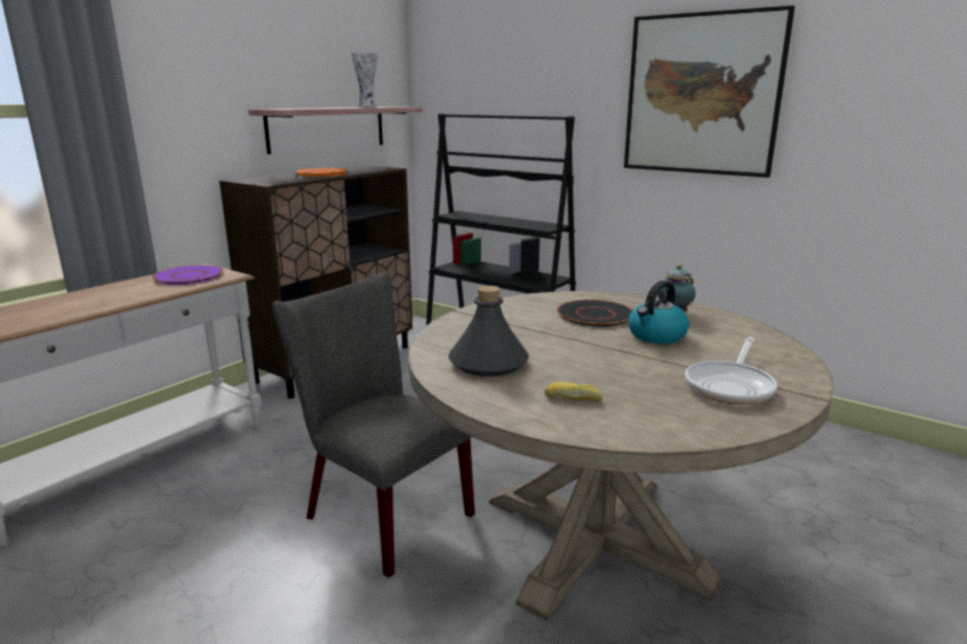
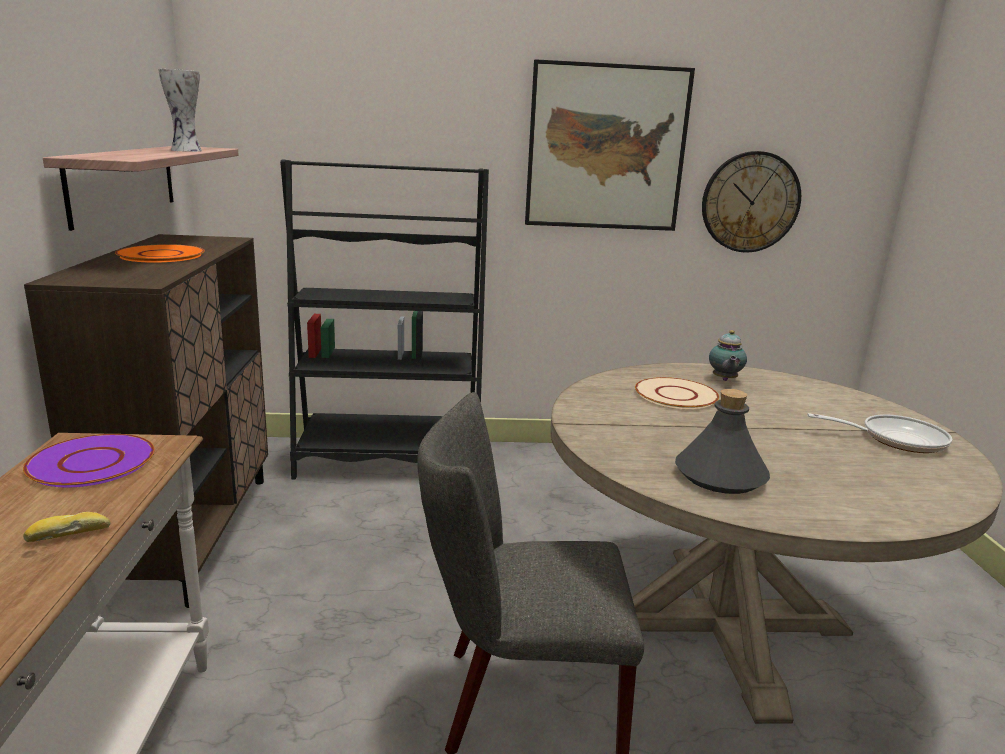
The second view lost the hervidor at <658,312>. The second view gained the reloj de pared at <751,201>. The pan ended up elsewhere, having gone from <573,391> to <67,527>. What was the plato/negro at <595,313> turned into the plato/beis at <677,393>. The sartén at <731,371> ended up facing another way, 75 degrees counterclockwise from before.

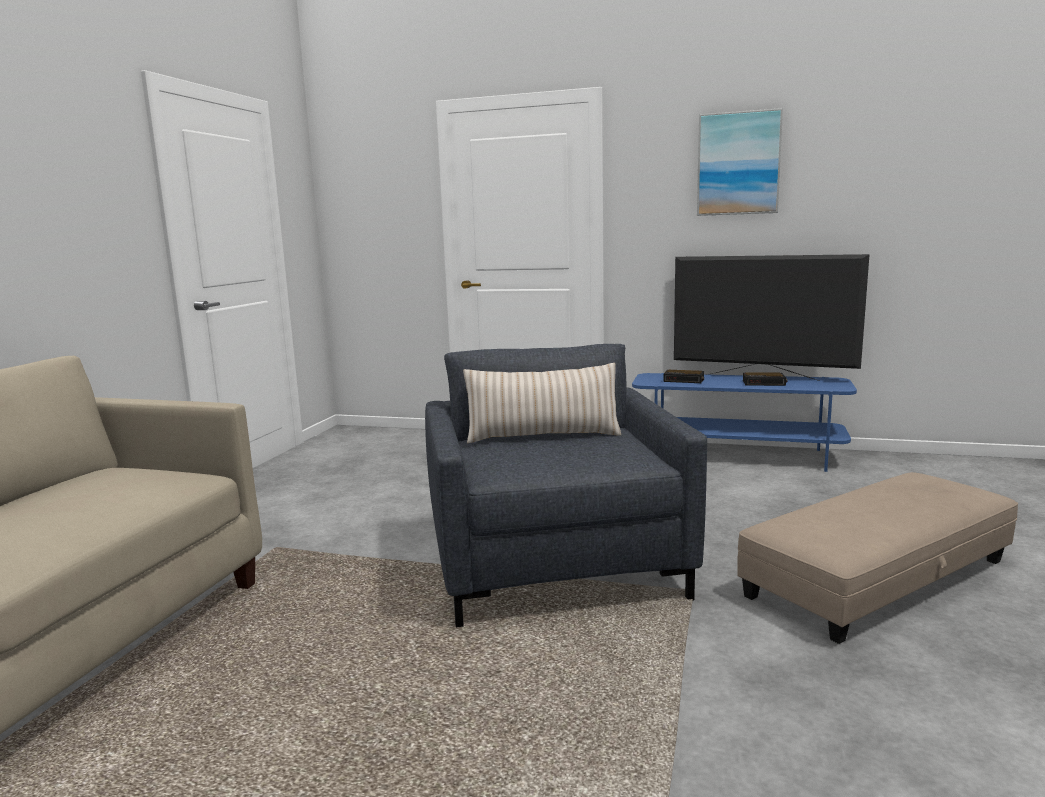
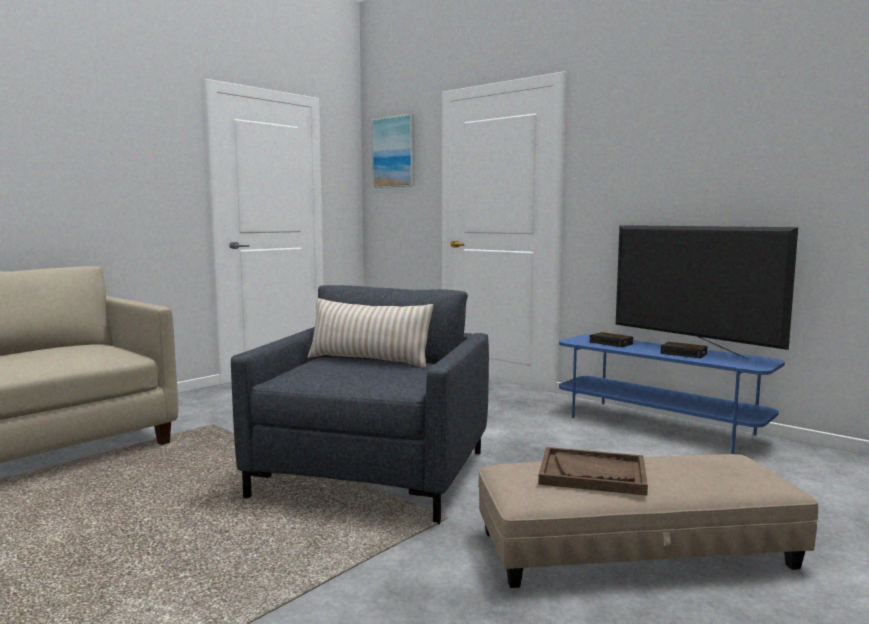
The second view gained the bandeja/marrón at <593,471>. The cuadro ended up elsewhere, having gone from <740,162> to <393,150>.

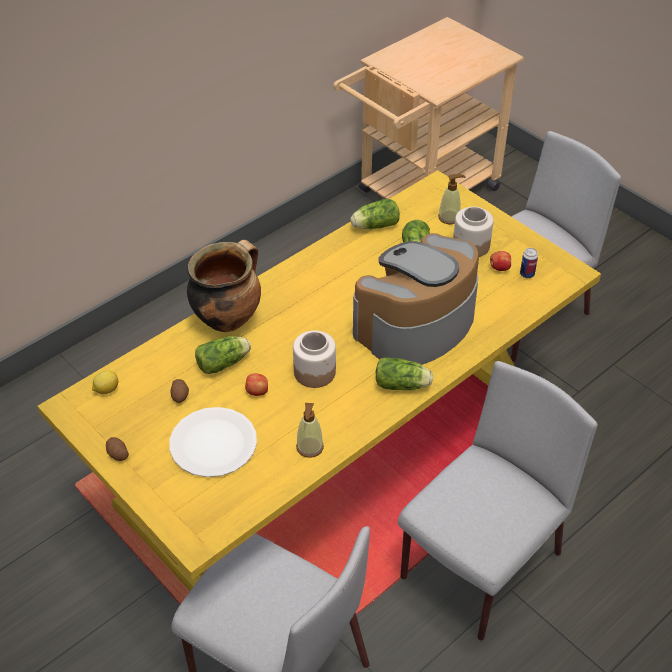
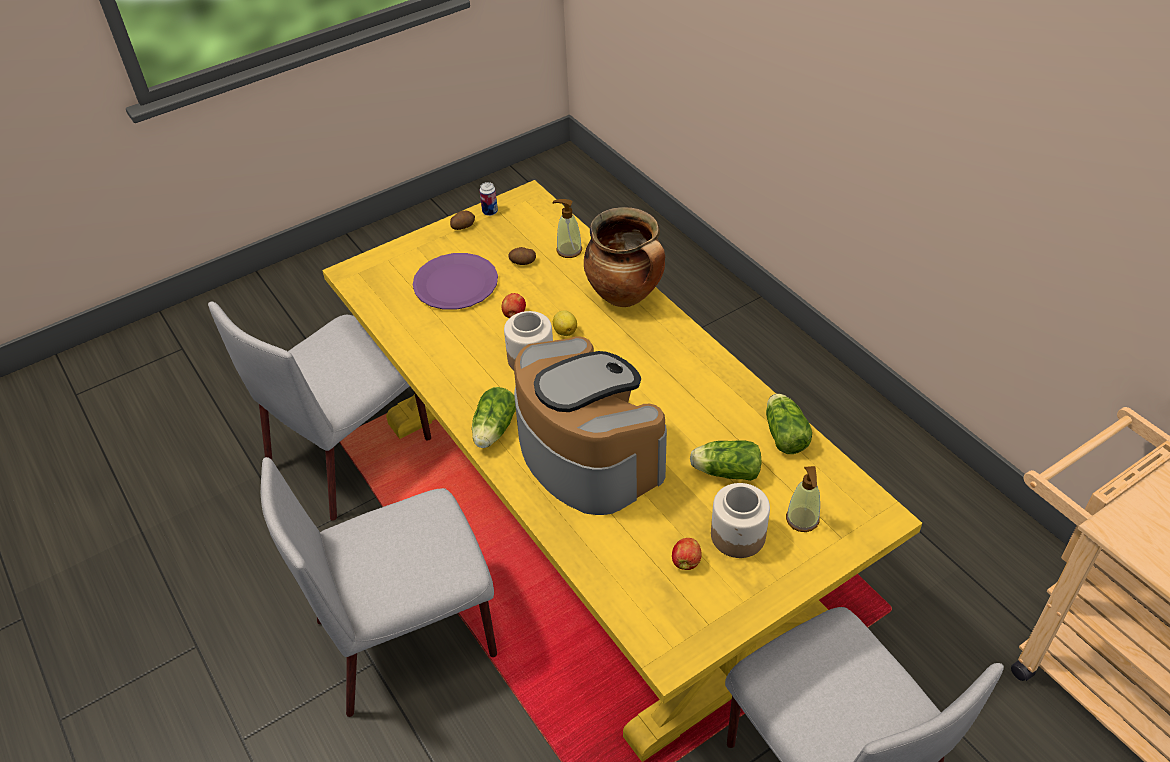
The second view lost the lechuga at <223,355>. The limón ended up elsewhere, having gone from <105,382> to <565,323>. The dispensador de jabón ended up elsewhere, having gone from <310,430> to <567,228>. The lata ended up elsewhere, having gone from <529,263> to <488,199>. What was the plato/blanco at <213,442> turned into the plato/morado at <455,281>. The silla/gris at <498,500> ended up facing another way, 105 degrees clockwise from before.

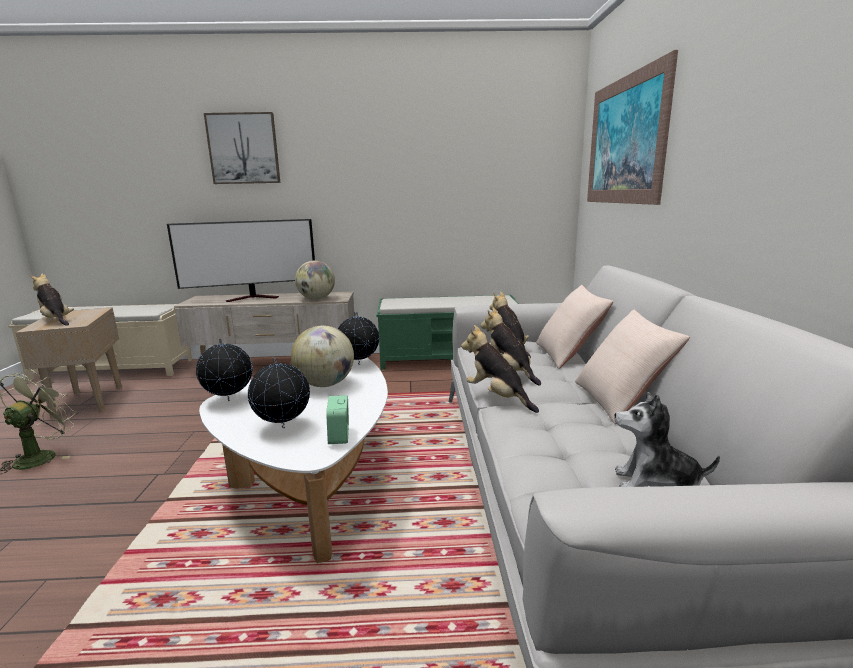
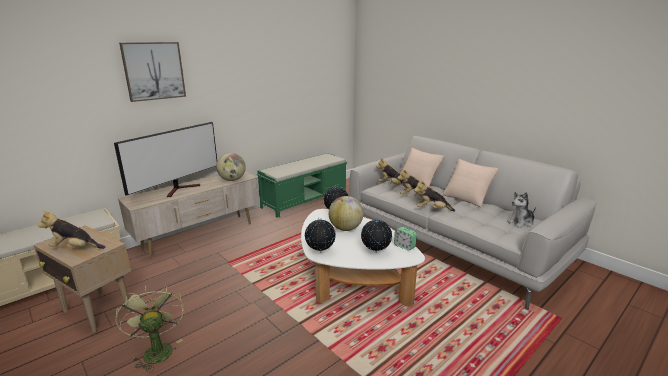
The second view lost the cuadro at <632,127>.

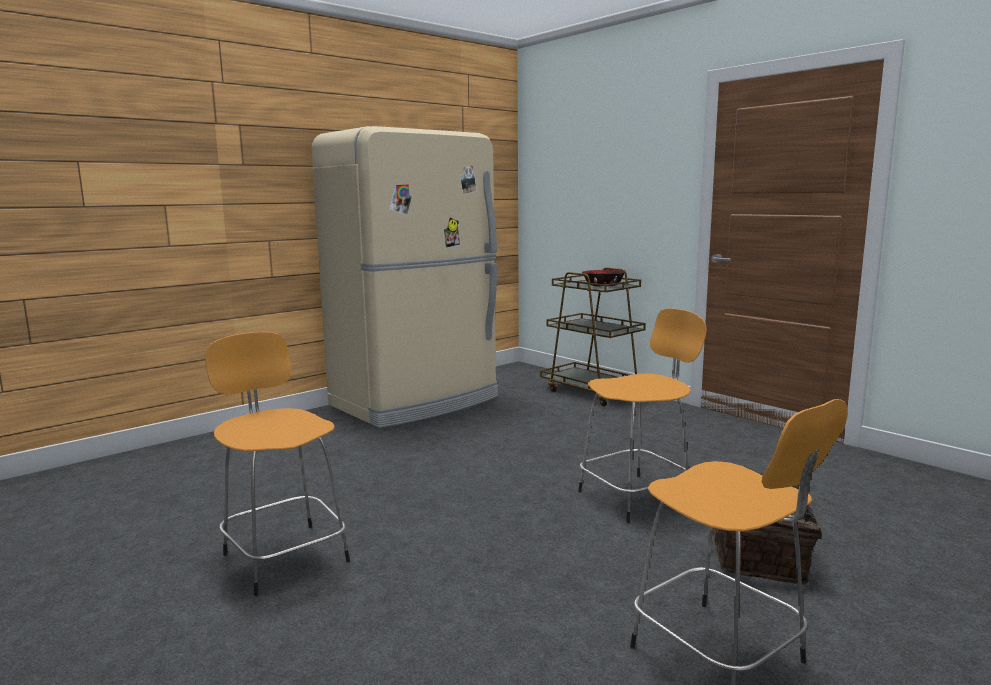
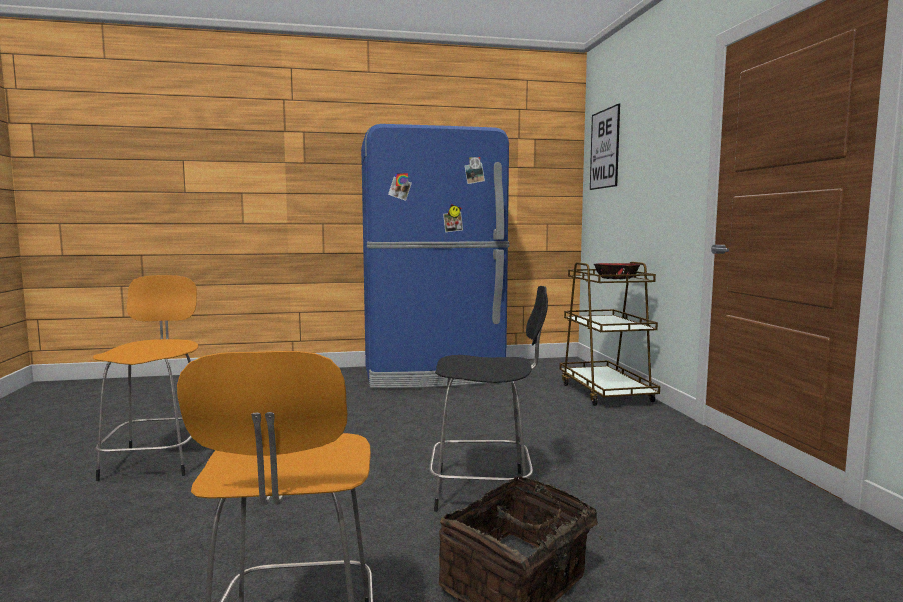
The second view gained the cuadro at <605,147>. What was the nevera/beis at <405,277> turned into the nevera/azul at <435,256>. What was the taburete/naranja at <642,415> turned into the taburete/negro at <488,399>.

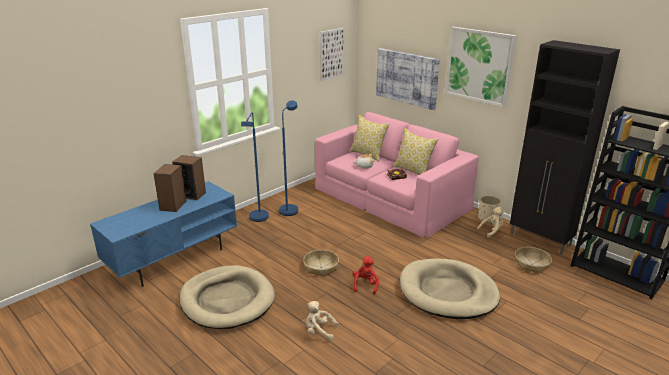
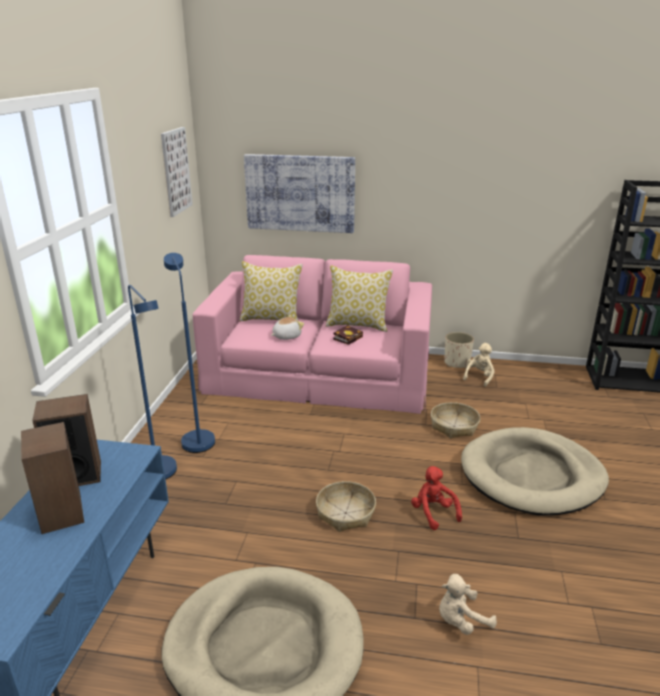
The second view lost the cuadro at <480,67>. The second view lost the armario/negro at <565,147>. The cesta ended up elsewhere, having gone from <533,260> to <455,420>.

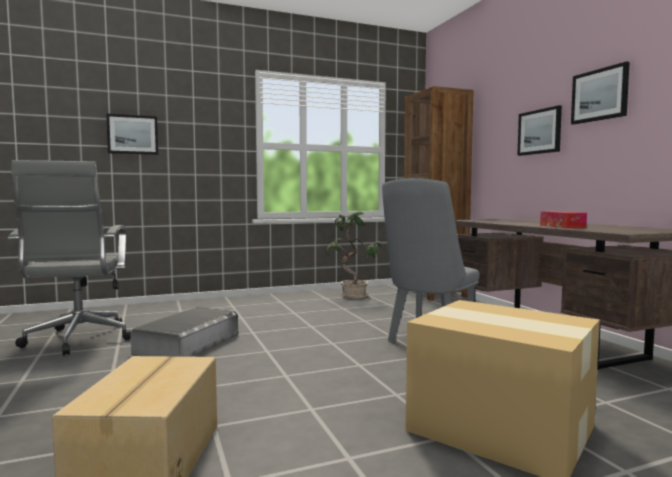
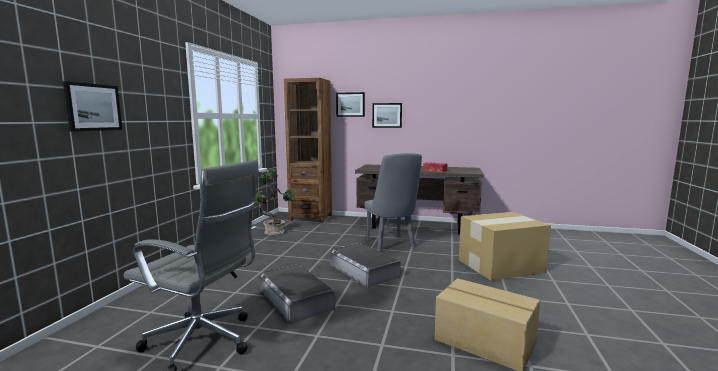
The second view gained the caja de almacenaje/gris at <365,265>. The cuadro ended up elsewhere, having gone from <600,93> to <350,104>.

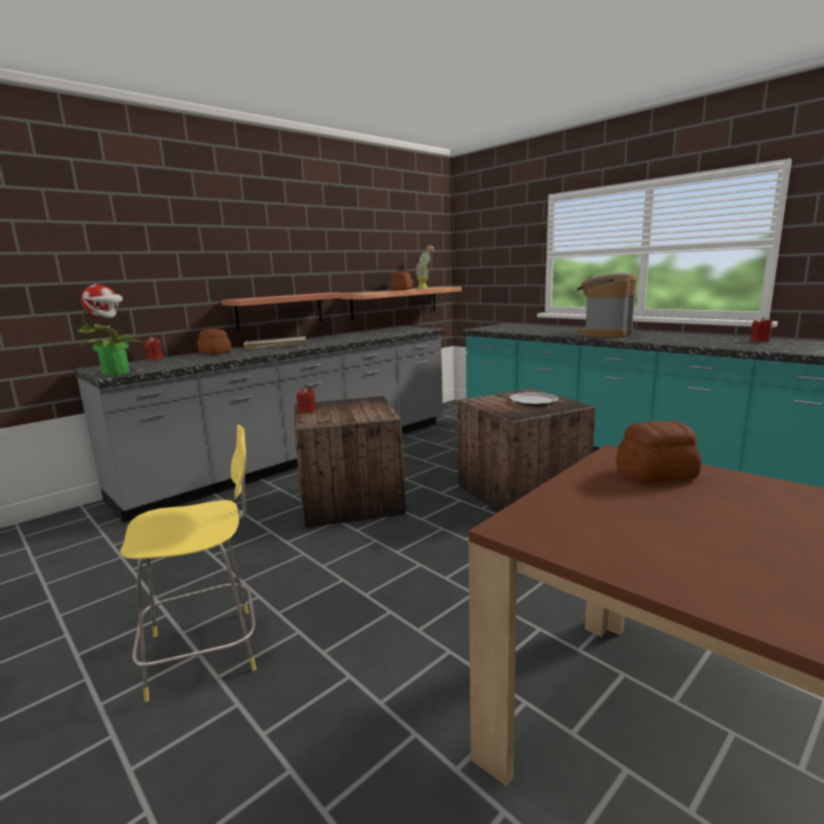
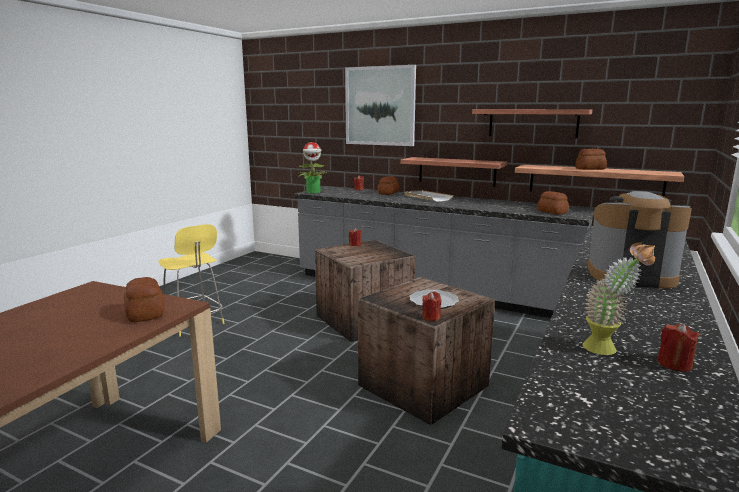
The second view gained the cuadro at <380,105>. The second view gained the vela/rojo at <431,306>. The second view gained the estante at <532,124>. The second view gained the pan at <553,203>. The planta en maceta ended up elsewhere, having gone from <424,267> to <619,298>.

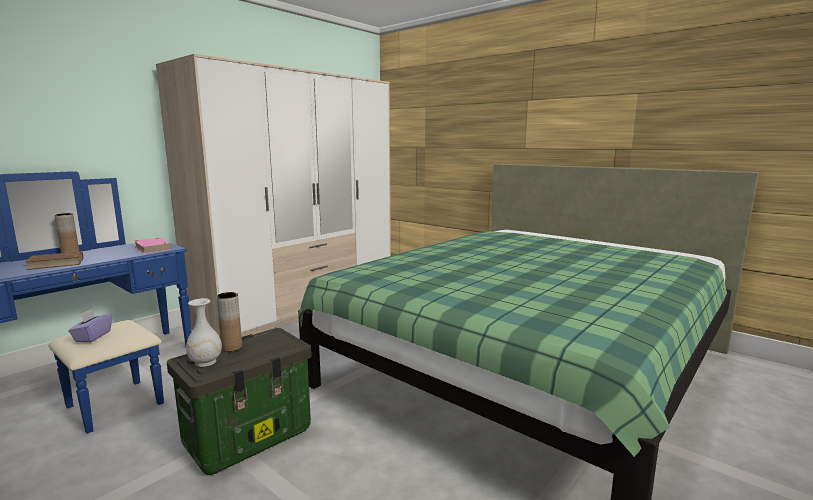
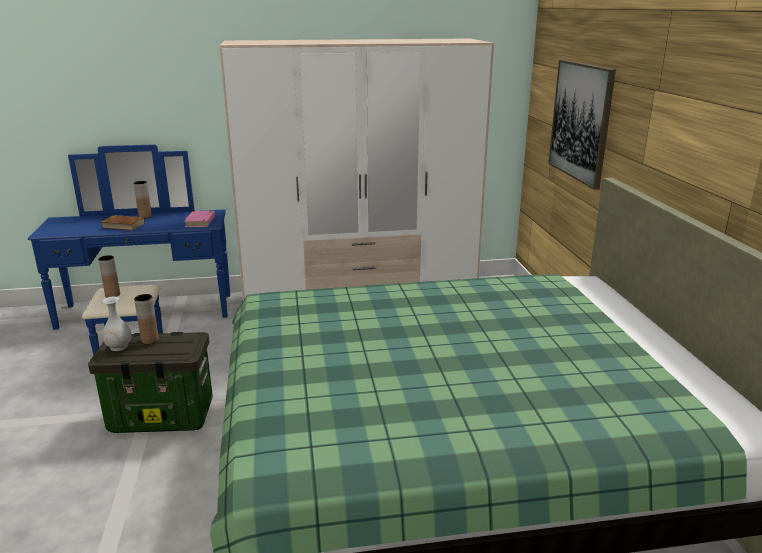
The second view gained the cuadro at <582,125>. Where the caja de pañuelos/morado stood at <90,325>, the florero/marrón came to stand at <109,276>.

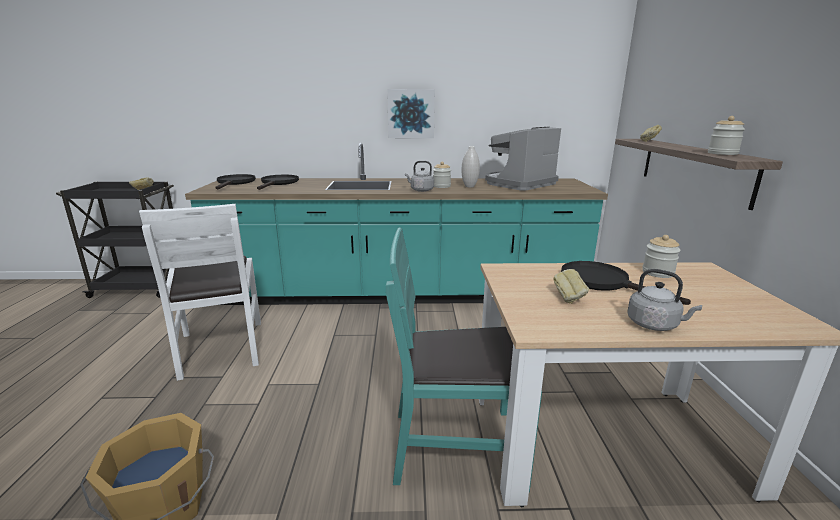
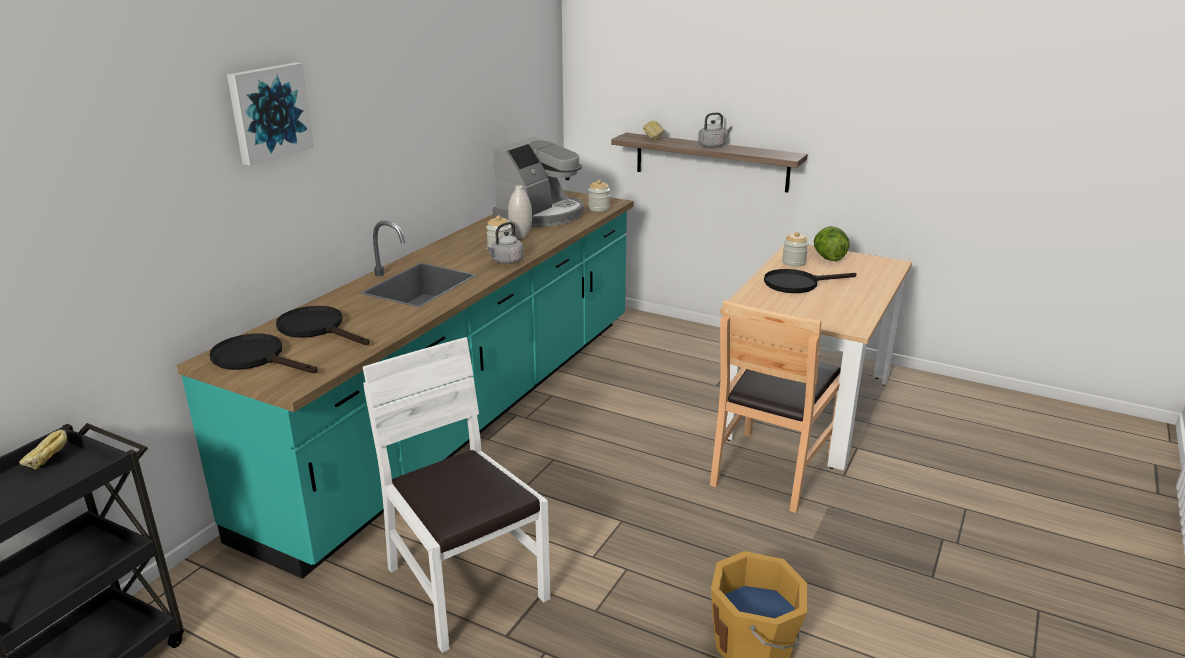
The second view lost the pan at <571,286>. The second view gained the lechuga at <831,243>. The cuadro ended up elsewhere, having gone from <411,113> to <270,114>. The hervidor/gris ended up elsewhere, having gone from <665,300> to <715,130>. The tarro ended up elsewhere, having gone from <726,135> to <599,196>. What was the silla/turquesa at <464,359> turned into the silla/marrón at <775,406>. The silla/blanco at <200,292> ended up facing another way, 135 degrees counterclockwise from before. The cafetera at <523,159> ended up facing another way, 135 degrees counterclockwise from before.

